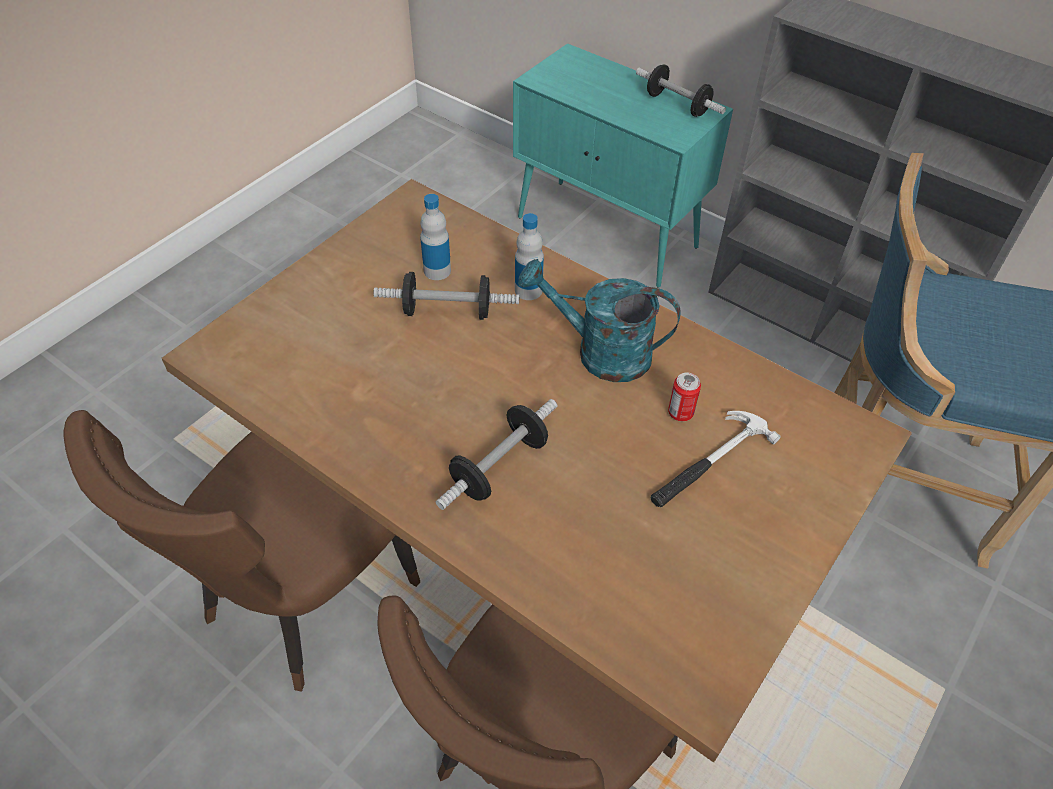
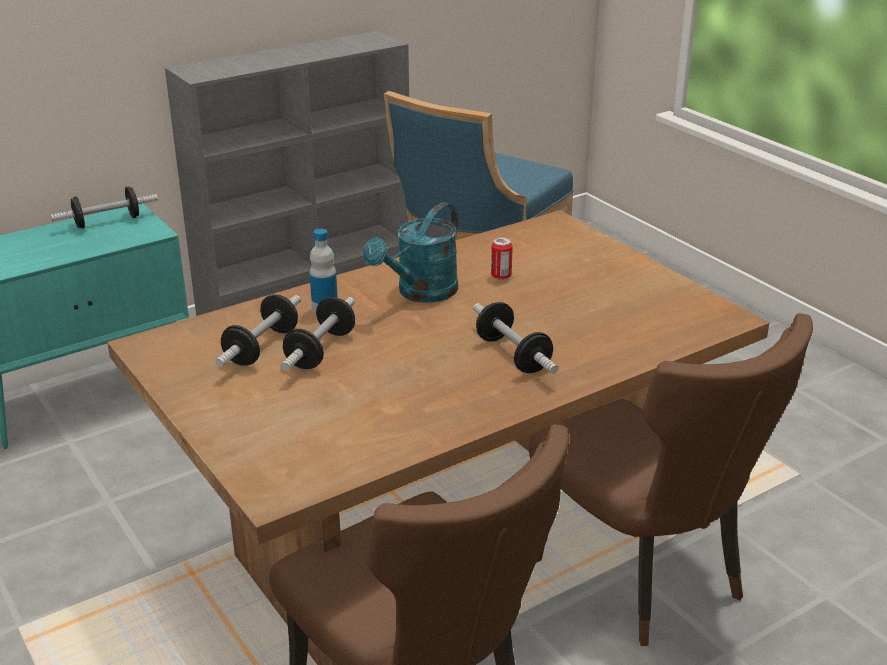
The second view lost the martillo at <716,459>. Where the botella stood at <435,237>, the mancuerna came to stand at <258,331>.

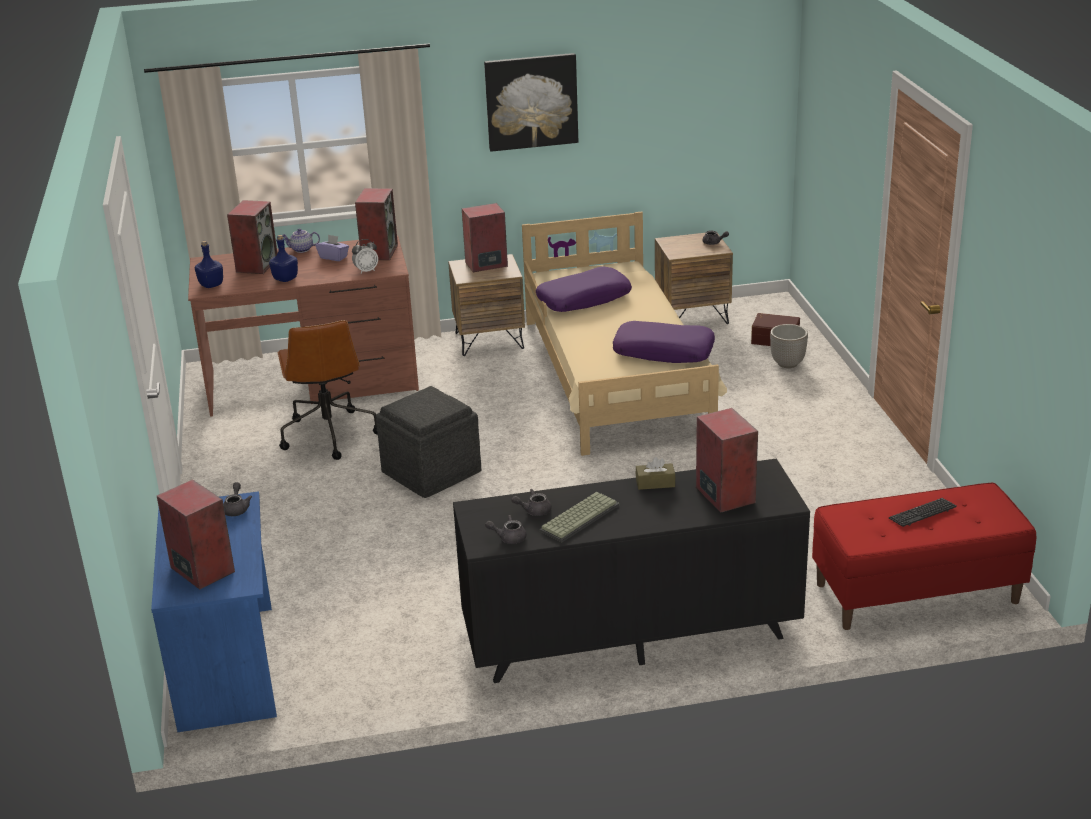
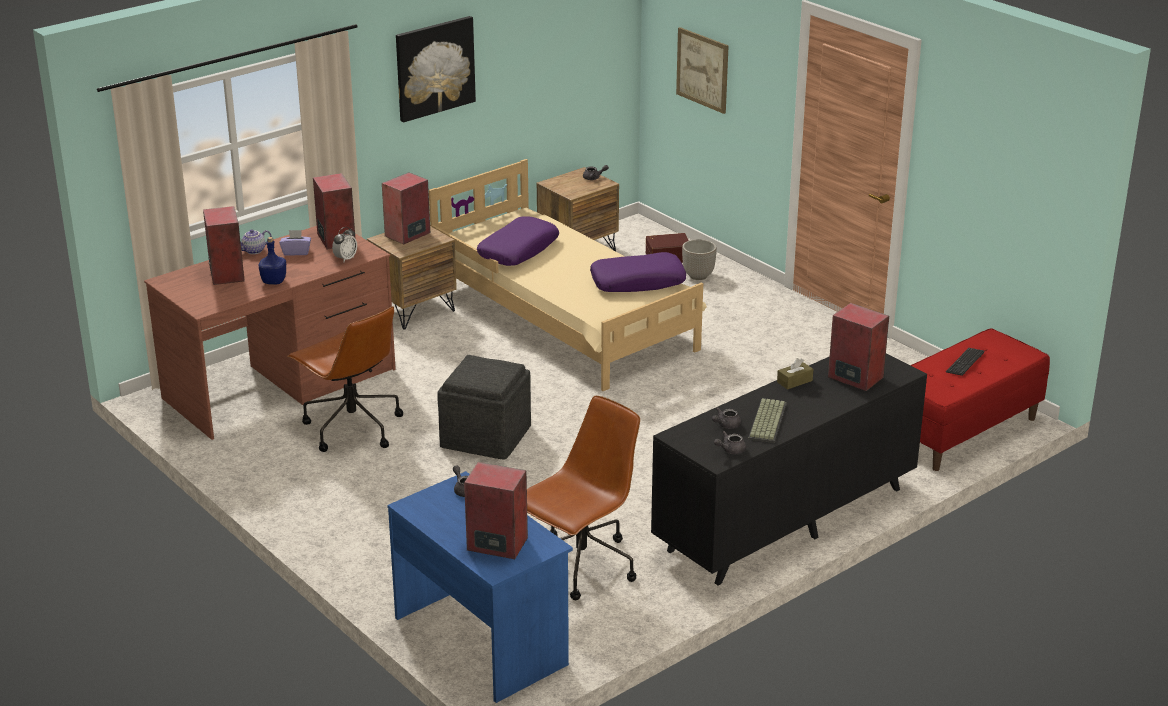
The second view lost the botella/azul at <209,264>. The second view gained the silla de oficina/marrón at <583,498>. The second view gained the cuadro at <702,70>.

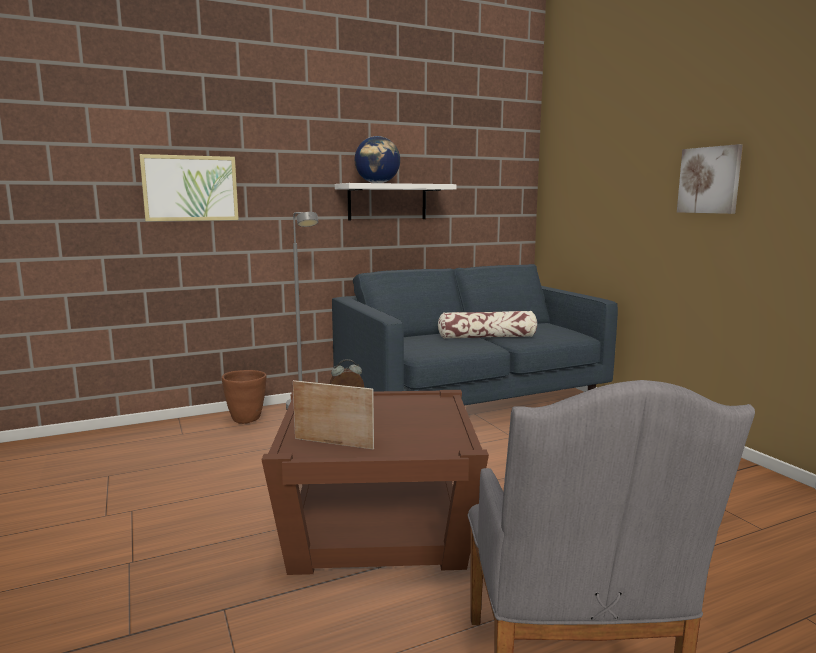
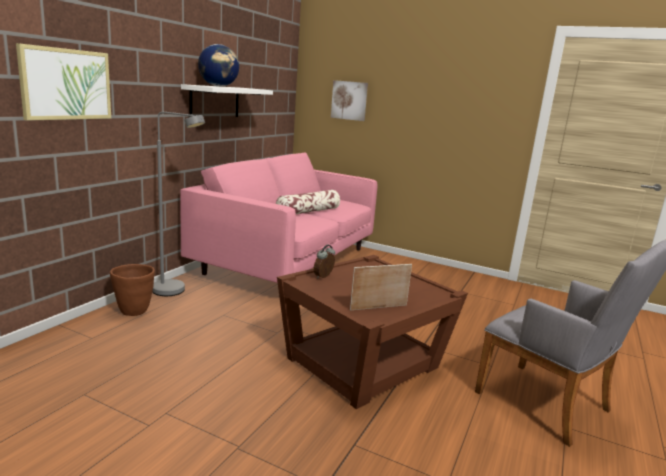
The cuadro ended up elsewhere, having gone from <710,179> to <349,100>. What was the sofá/azul at <475,335> turned into the sofá/rosa at <279,217>.

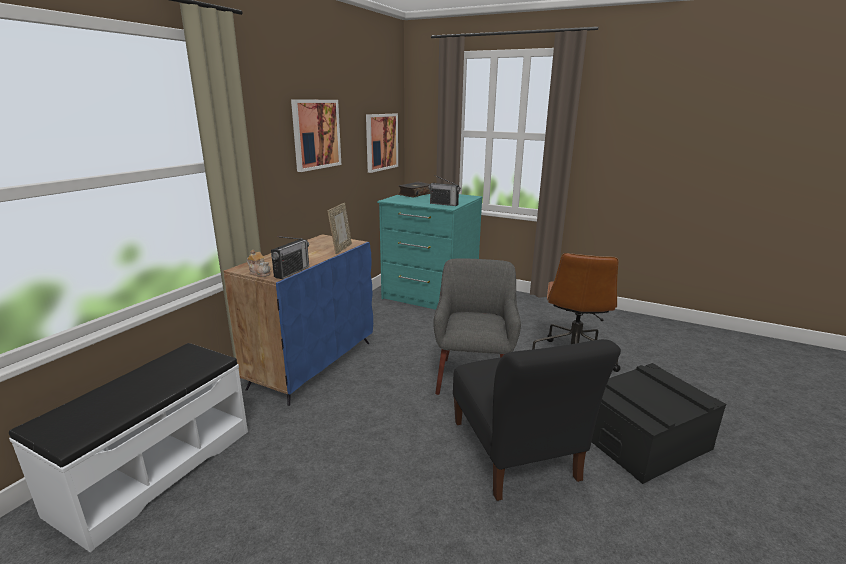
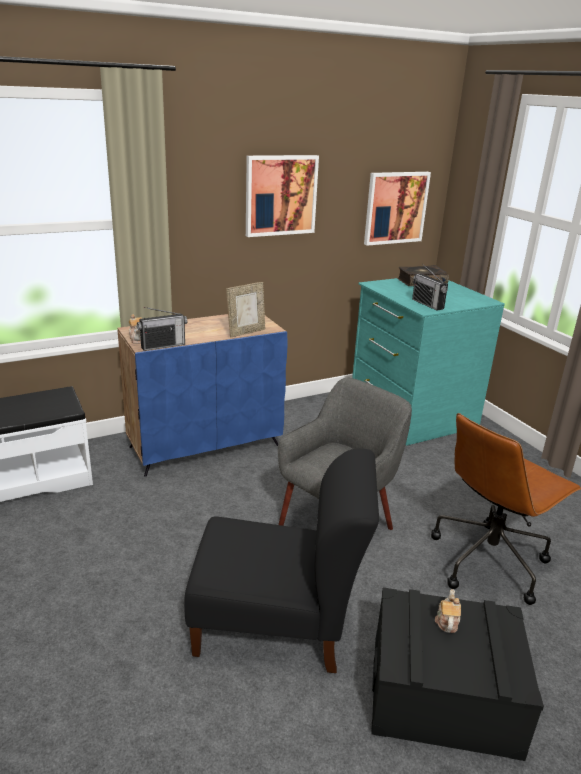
The second view gained the tetera at <448,611>. The silla/negro at <537,420> ended up facing another way, 105 degrees counterclockwise from before.

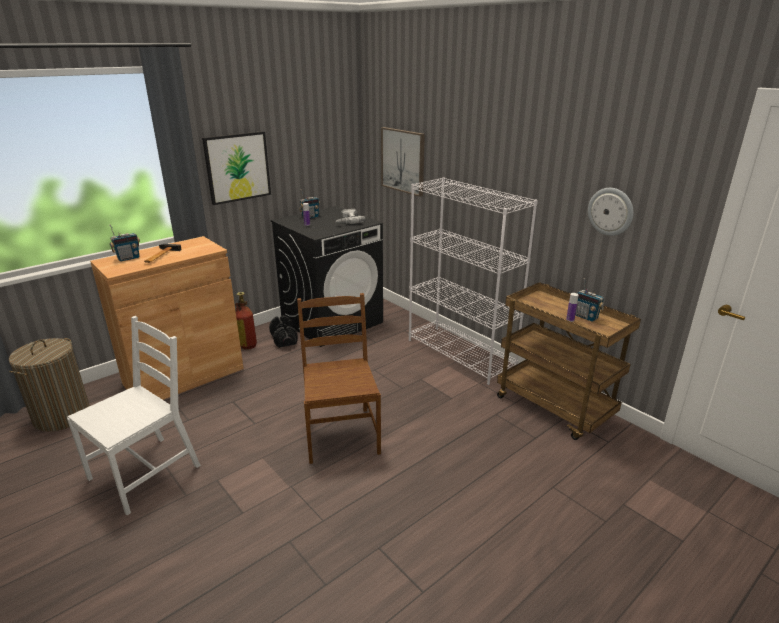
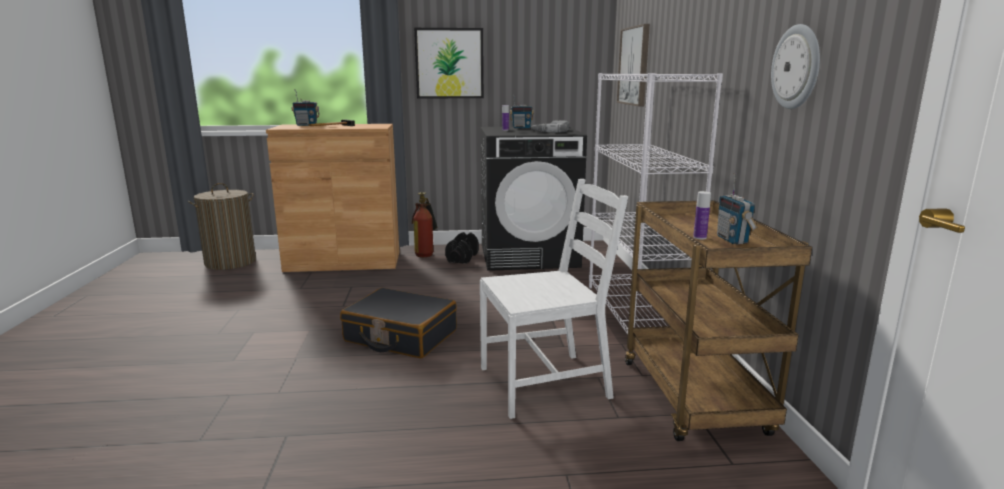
The silla/blanco ended up elsewhere, having gone from <134,415> to <554,299>. Where the silla/marrón stood at <339,378>, the maleta/negro came to stand at <398,323>.

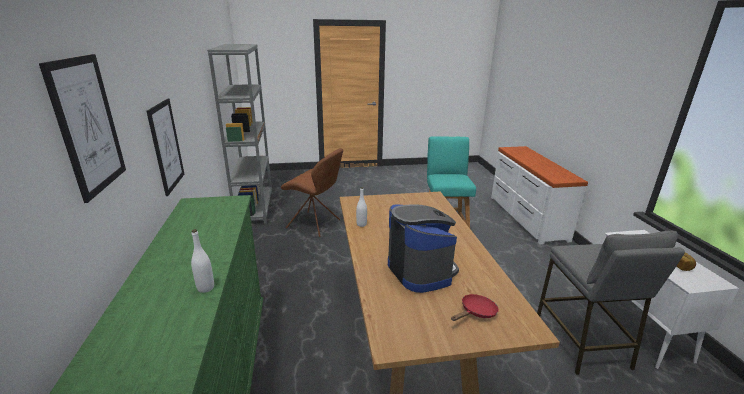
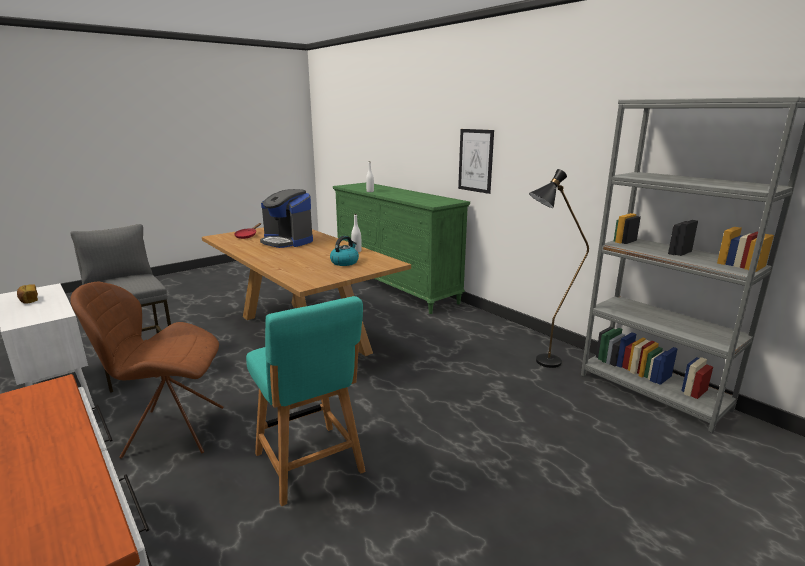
The second view lost the cuadro at <82,128>. The second view gained the hervidor at <344,251>. The second view gained the lámpara de pie/negro at <559,268>. The silla/marrón ended up elsewhere, having gone from <312,192> to <146,370>.

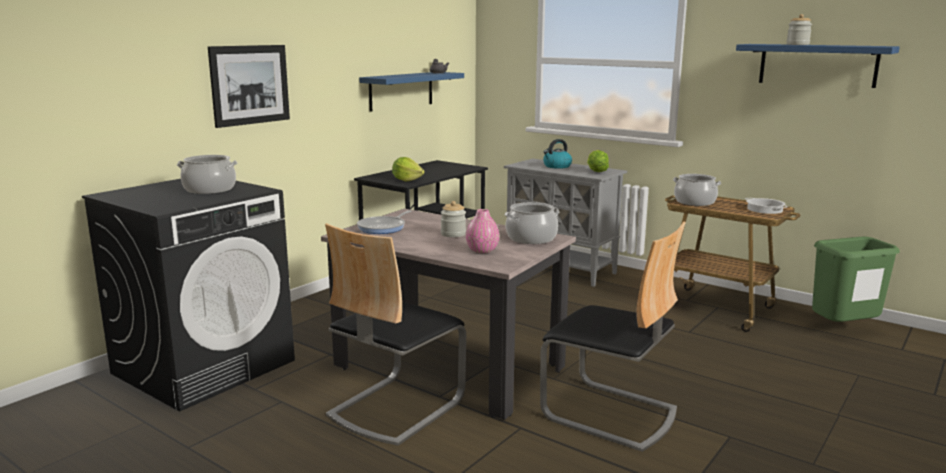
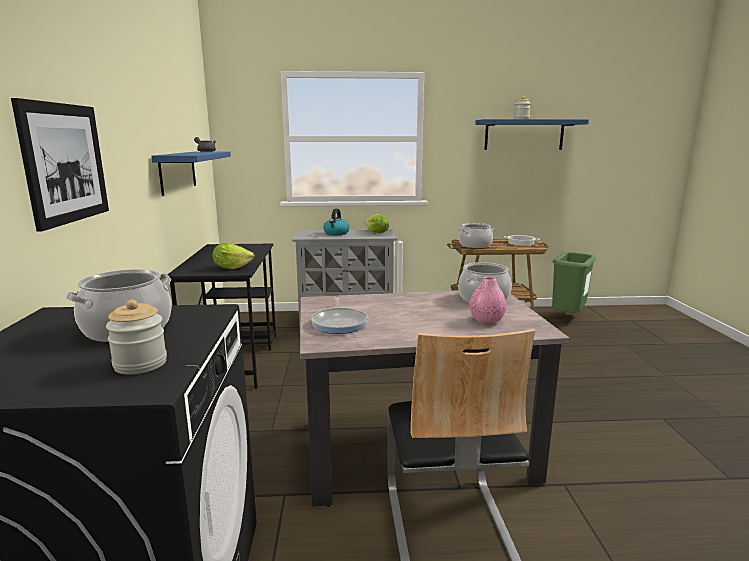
The second view lost the silla at <613,336>. The tarro ended up elsewhere, having gone from <453,219> to <136,337>.

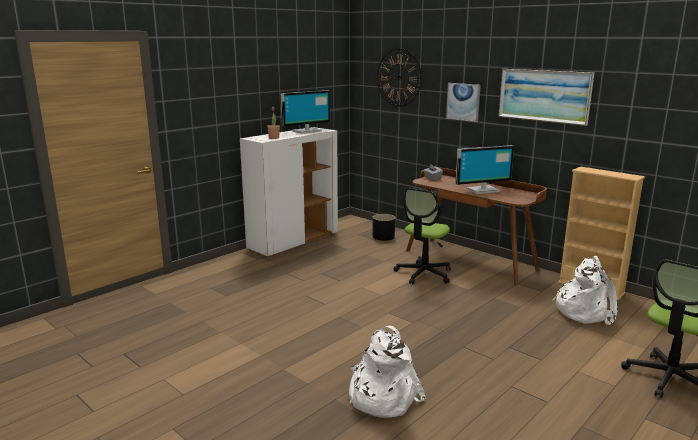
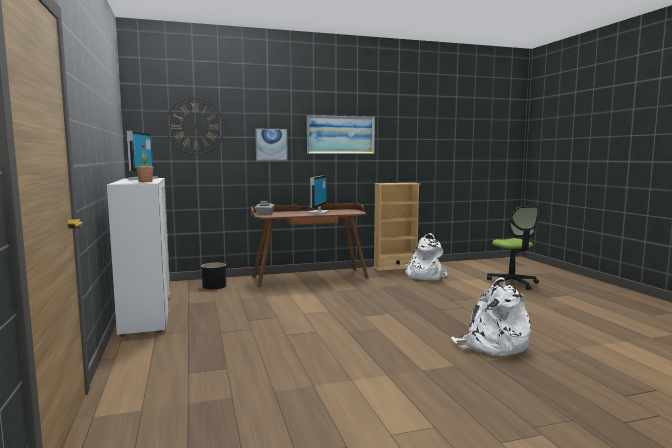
The second view lost the silla de oficina at <422,236>.

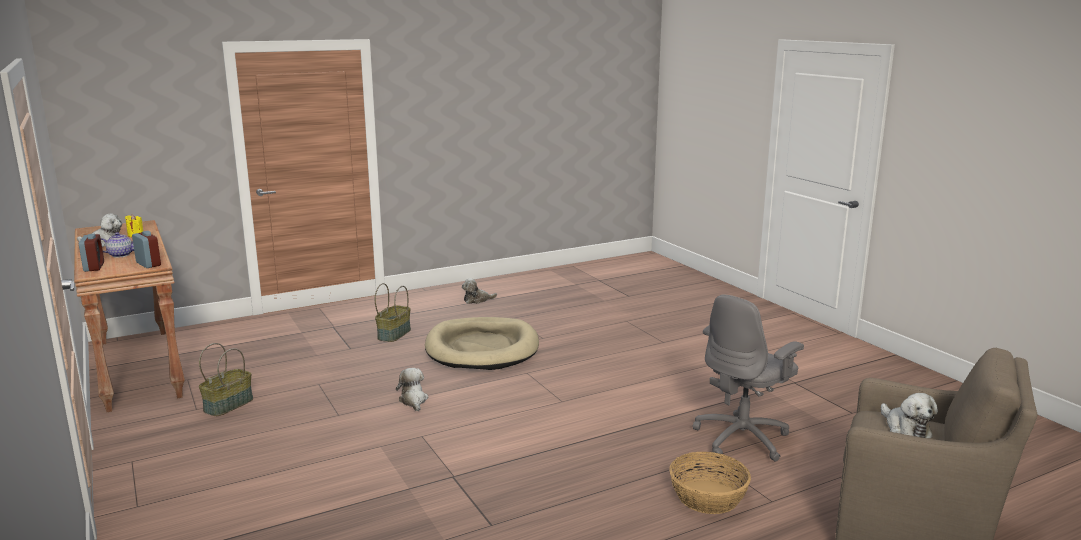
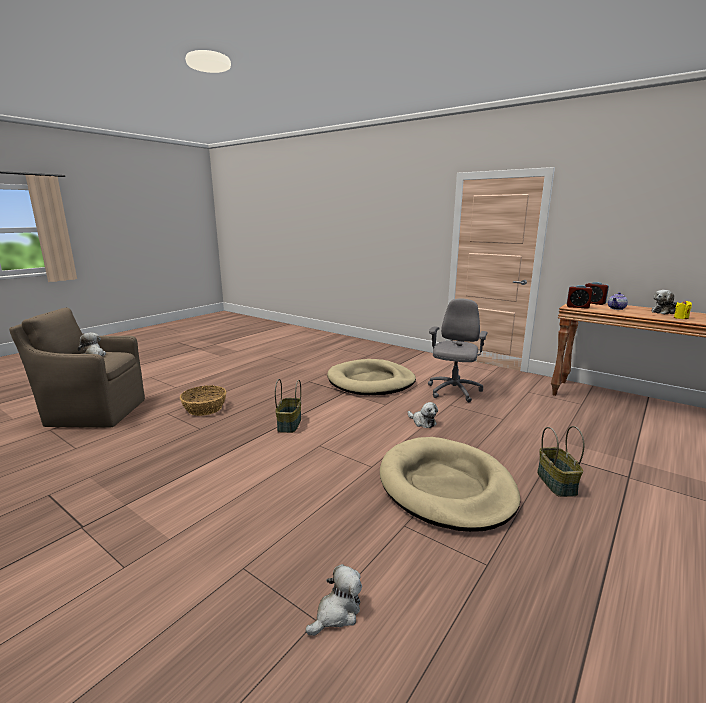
The second view gained the cama para perro/beis at <371,377>. The cesta ended up elsewhere, having gone from <226,379> to <288,406>. The peluche ended up elsewhere, having gone from <479,291> to <333,600>. The silla de oficina/gris ended up elsewhere, having gone from <748,378> to <458,350>.

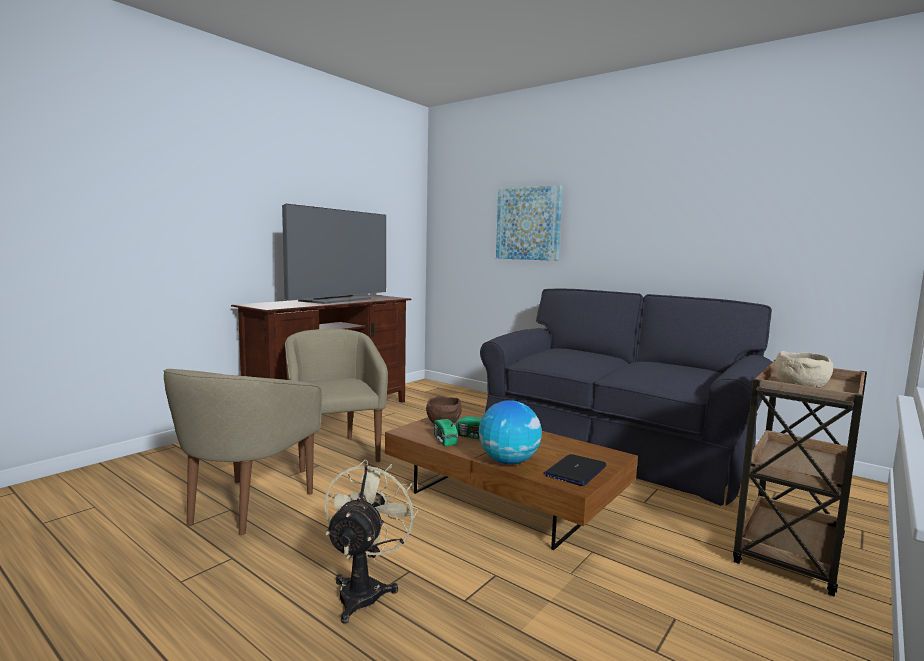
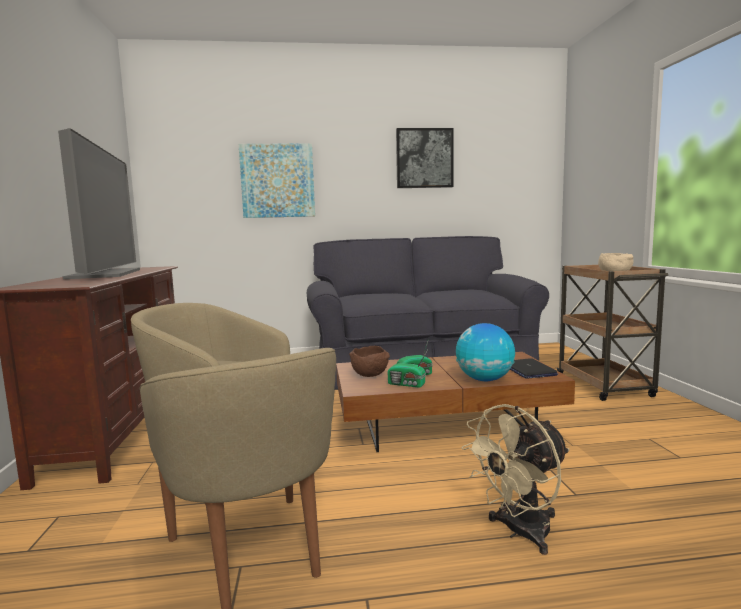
The second view gained the cuadro at <424,158>. The ventilador/beis at <371,541> ended up facing another way, 90 degrees counterclockwise from before.

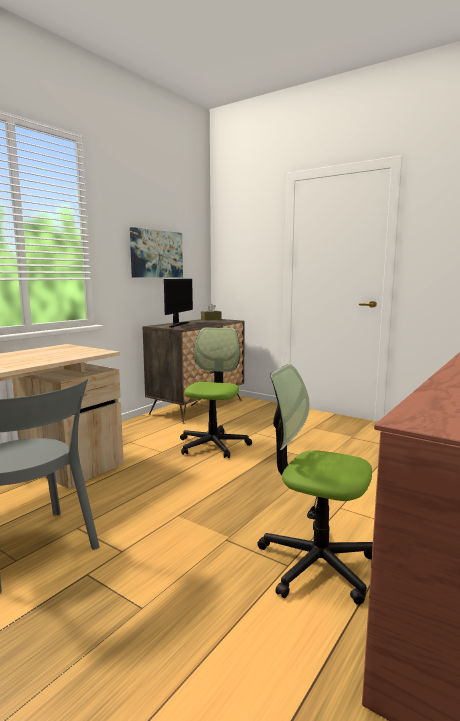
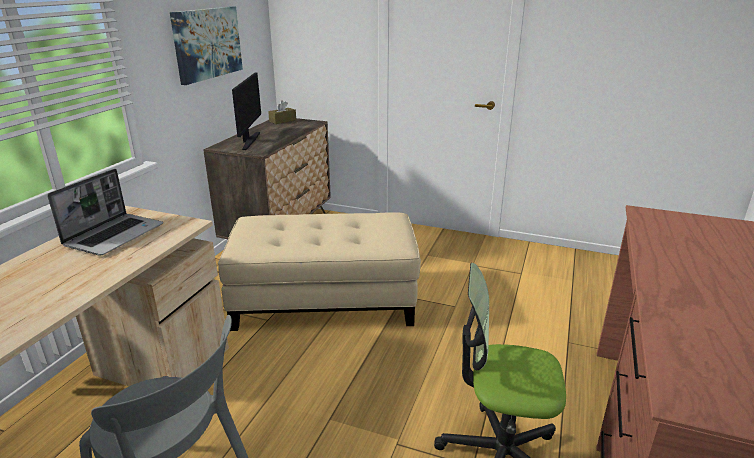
The second view gained the portátil at <105,212>. Where the silla de oficina stood at <216,393>, the puf/beis came to stand at <319,271>.

